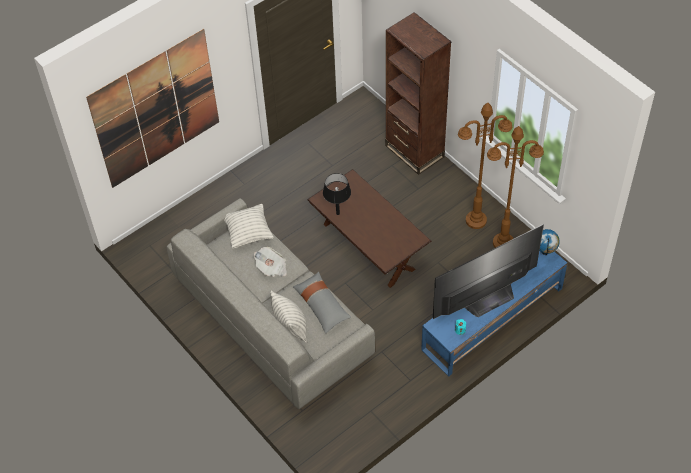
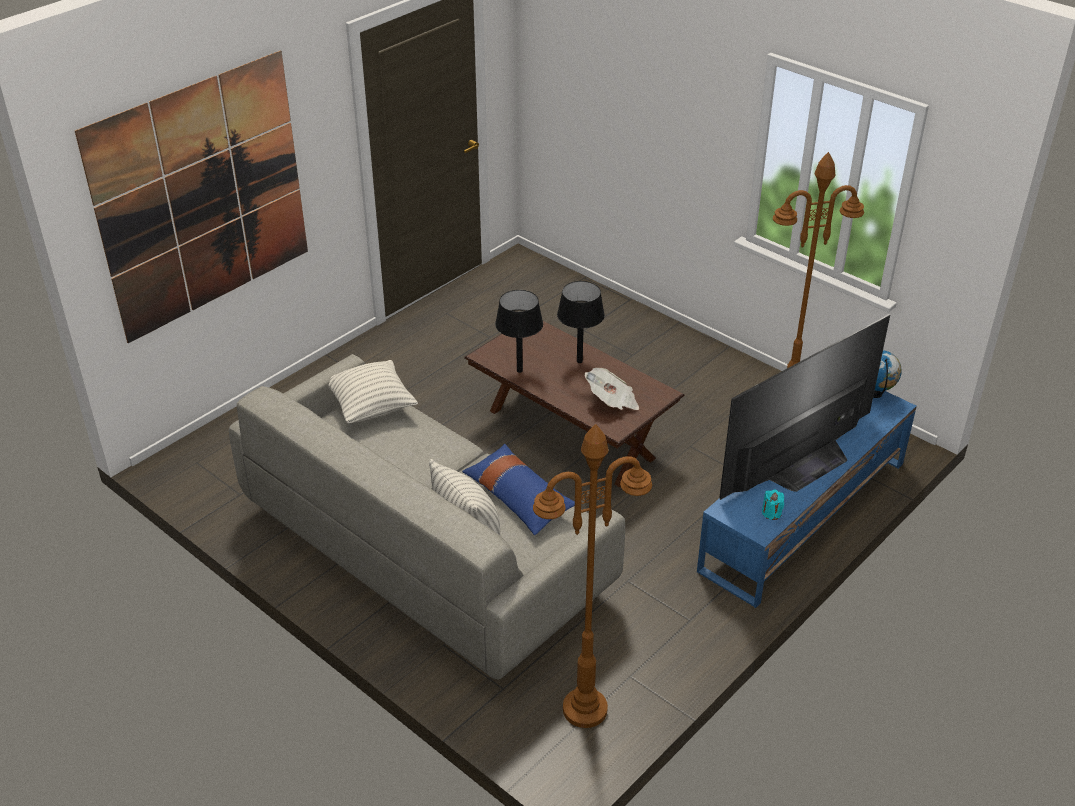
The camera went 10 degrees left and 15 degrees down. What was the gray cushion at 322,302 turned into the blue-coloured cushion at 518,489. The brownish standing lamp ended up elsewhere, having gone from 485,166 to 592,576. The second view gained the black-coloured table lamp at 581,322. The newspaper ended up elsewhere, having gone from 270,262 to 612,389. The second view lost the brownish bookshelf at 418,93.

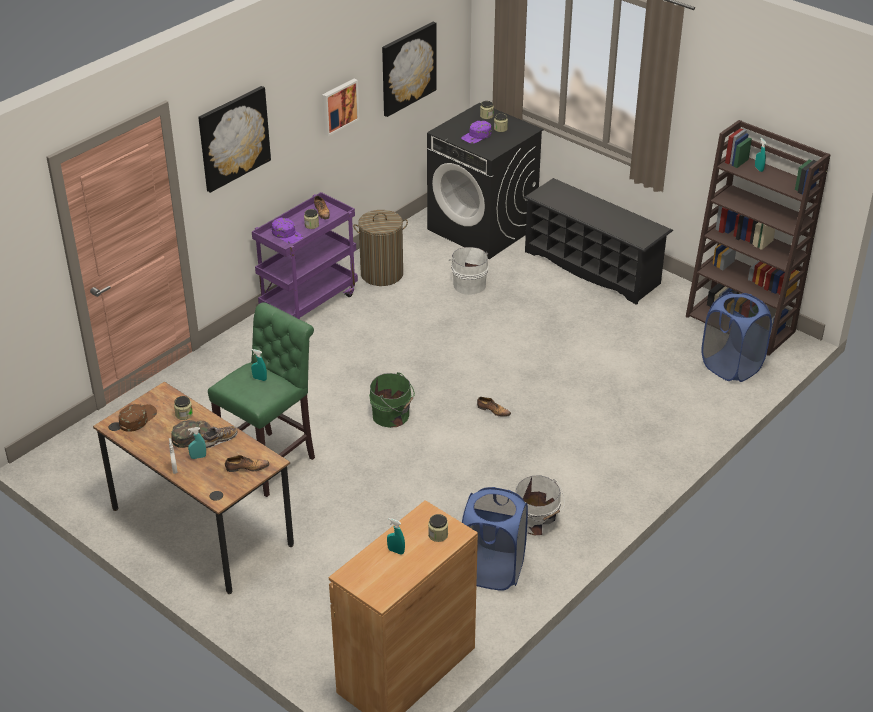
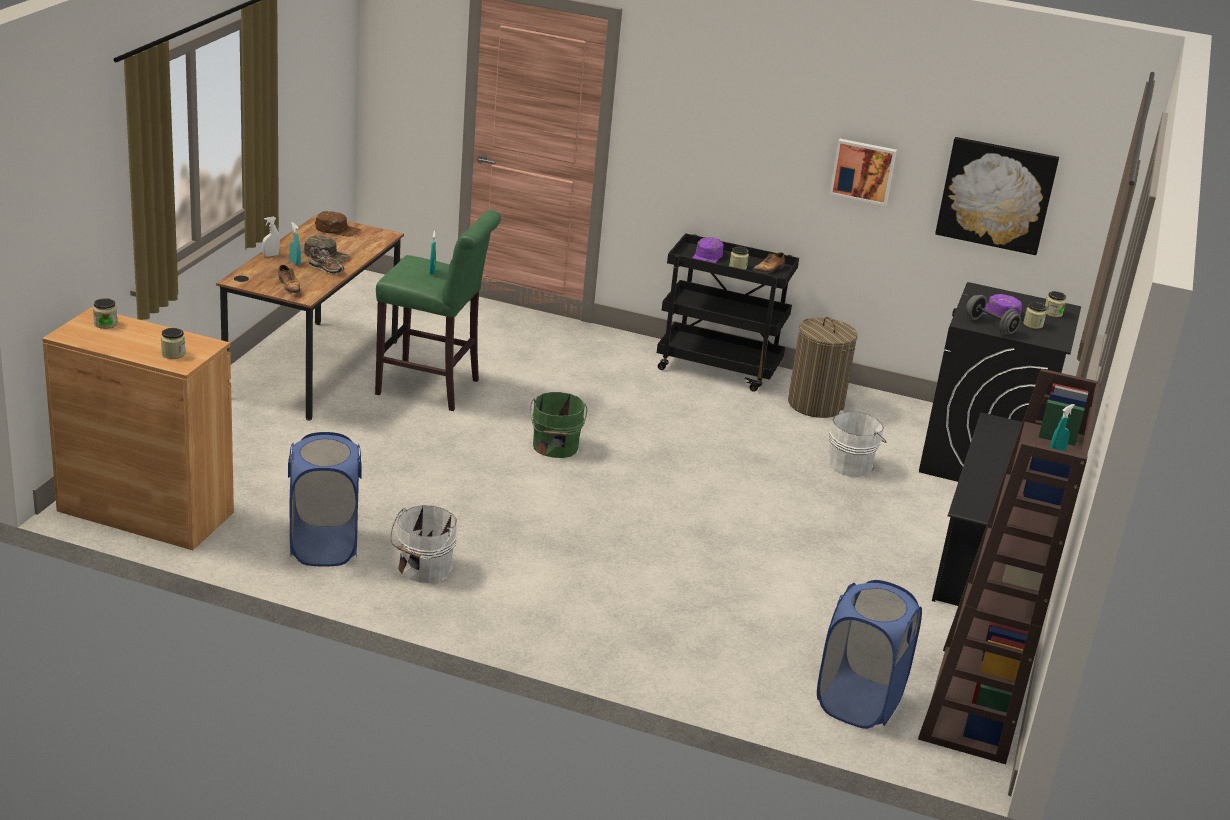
The camera went 65 degrees right and 10 degrees down. The storage jar ended up elsewhere, having gone from 183,408 to 105,313. What was the purplish wheeled cart at 305,255 turned into the black-coloured wheeled cart at 728,312. The second view gained the gray dumbbell at 993,315. The second view lost the wall picture at 234,139. The second view lost the blue-green hand sprayer at 396,536. The second view lost the shoe at 494,407.

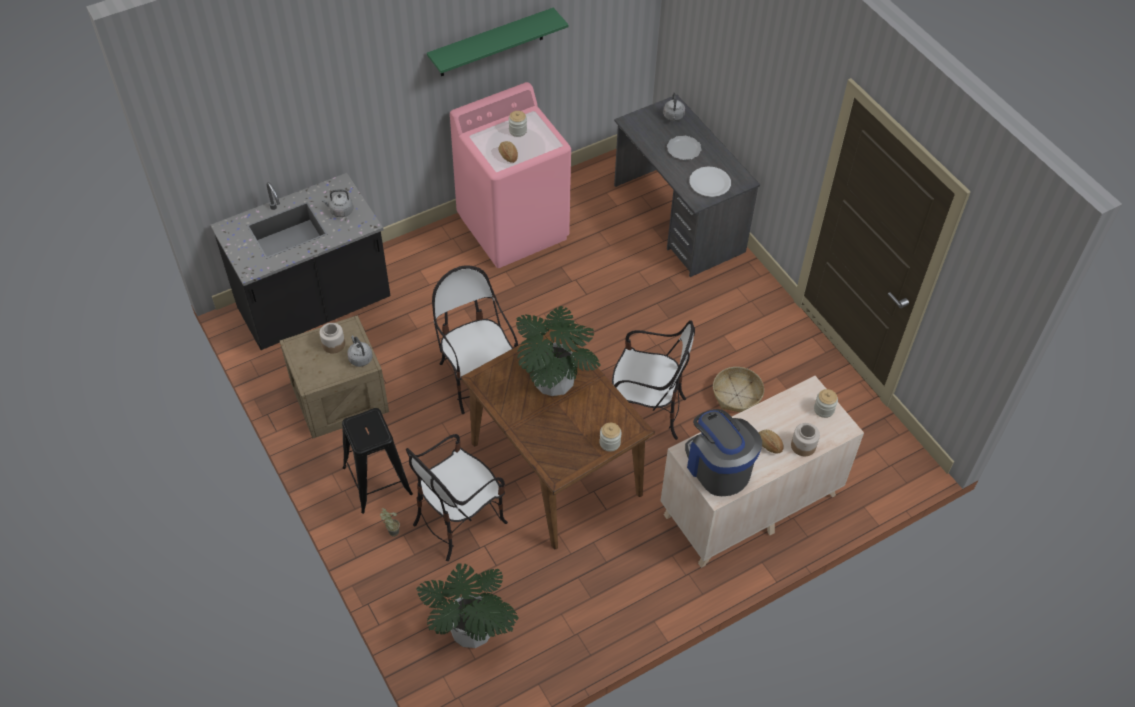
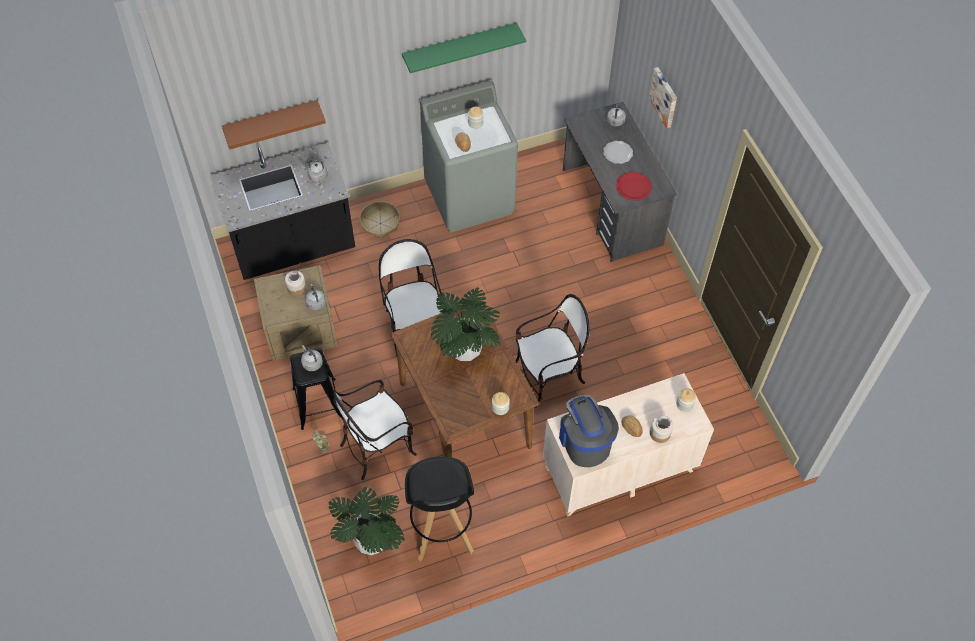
The camera went 10 degrees right and 5 degrees up. The second view gained the brownish shelf at 274,124. The second view gained the gray kettle at 312,358. The household basket ended up elsewhere, having gone from 738,389 to 380,220. The second view gained the black-coloured stool seat at 439,508. What was the pink laundry machine at 510,175 turned into the gray laundry machine at 469,157. The upright chair at 653,380 ended up facing another way, 45 degrees counterclockwise from before. What was the whitish flat dish at 710,181 turned into the reddish flat dish at 634,186. The second view gained the wall picture at 663,97.

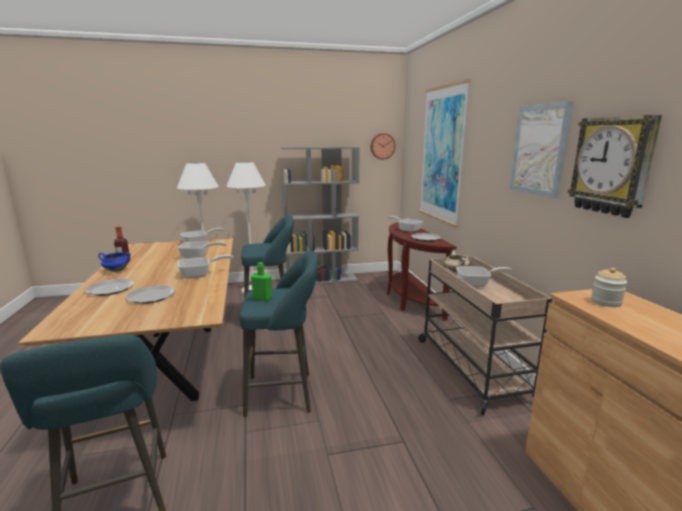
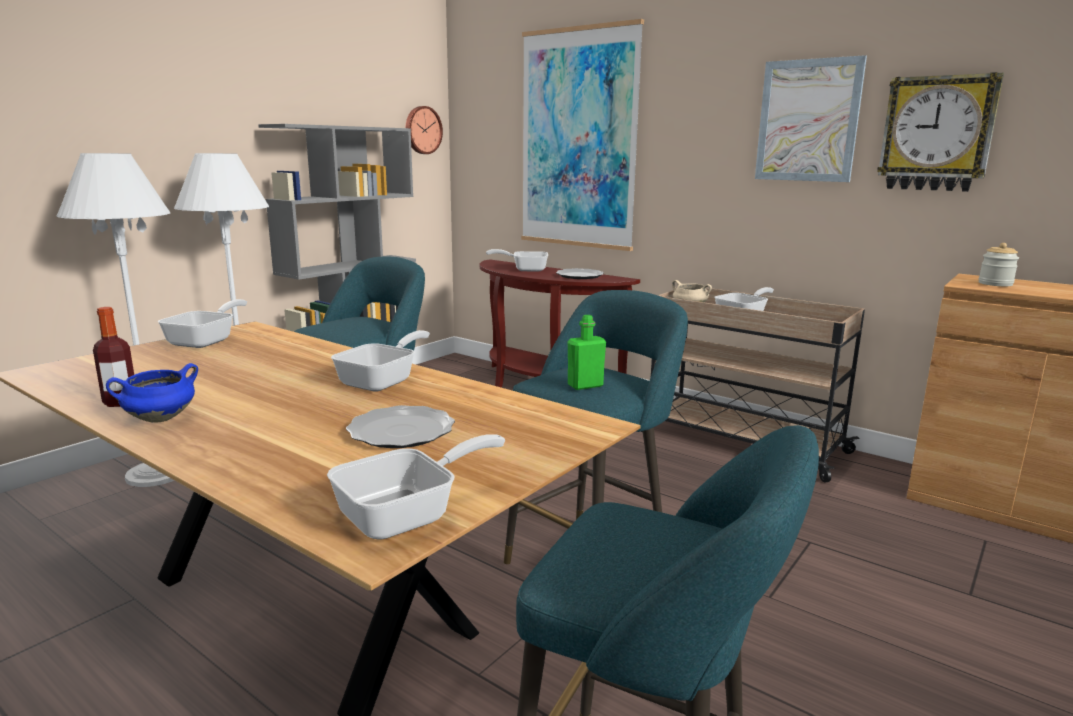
The camera went 40 degrees left and 0 degrees up. The pan ended up elsewhere, having gone from 202,249 to 416,487. The second view lost the flat dish at 110,287.

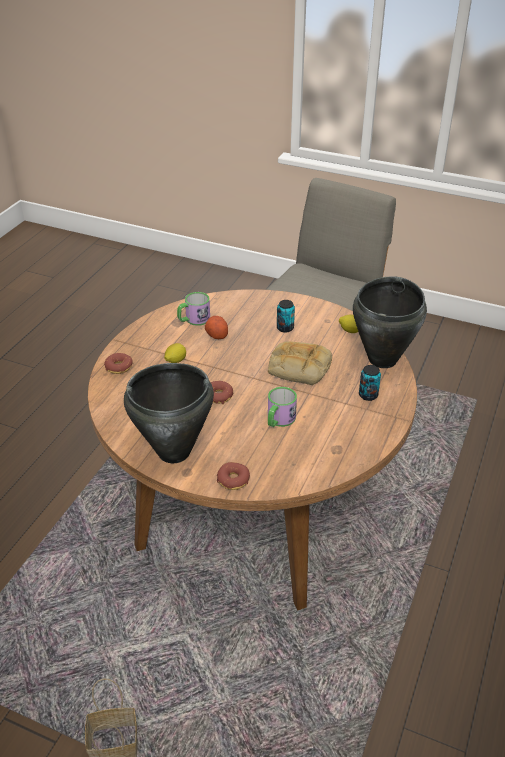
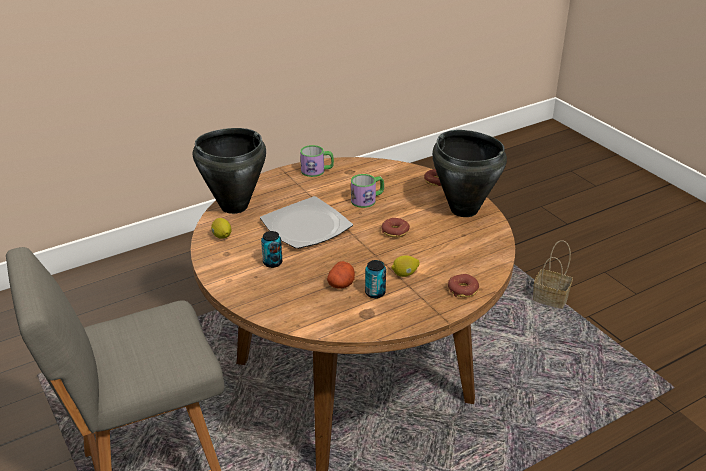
The camera went 145 degrees left and 5 degrees down. Where the bakery bread stood at 300,363, the flat dish came to stand at 306,222. The coffee mug ended up elsewhere, having gone from 193,309 to 317,161. The metal can ended up elsewhere, having gone from 370,383 to 375,279.

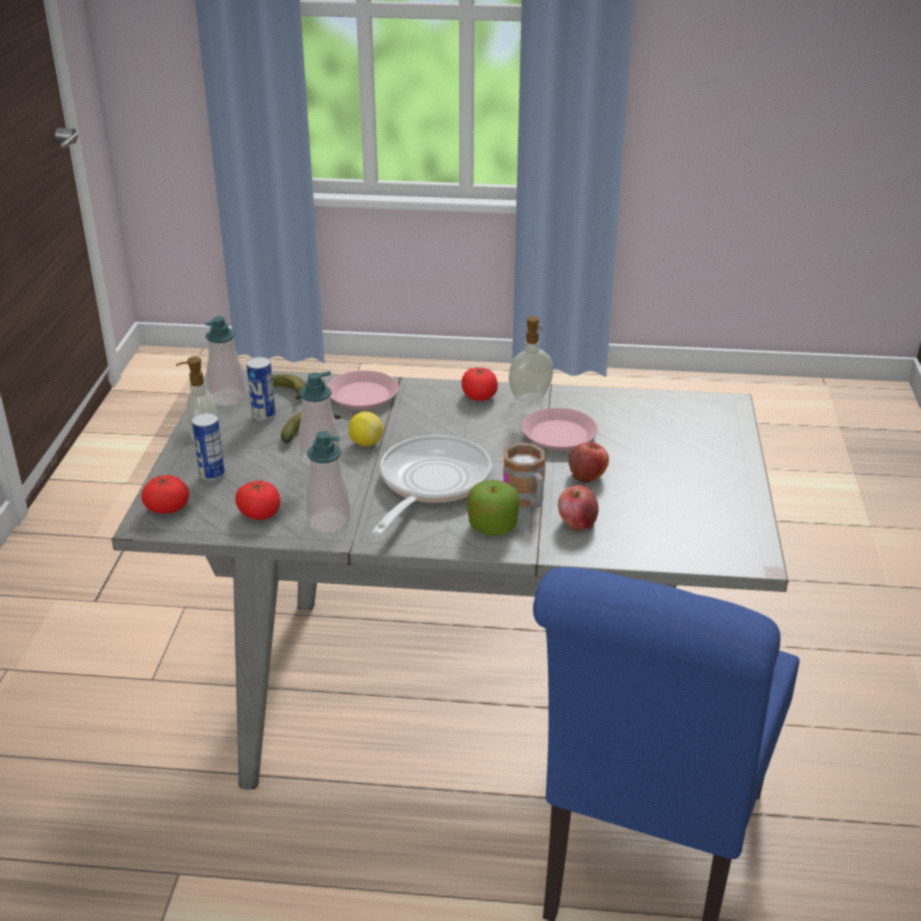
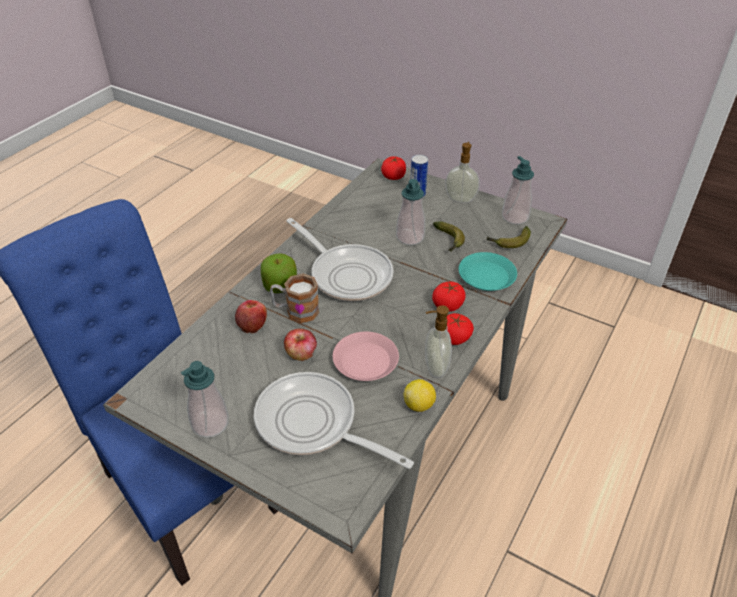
The camera went 115 degrees right and 10 degrees up. The liquid soap bottle ended up elsewhere, having gone from 328,482 to 205,399. The second view gained the pan at 334,420. The lemon ended up elsewhere, having gone from 366,429 to 420,395. The whole tomato ended up elsewhere, having gone from 257,500 to 449,297. What was the pink flat dish at 362,390 turned into the blue-green flat dish at 488,271. The second view lost the metal can at 261,389.

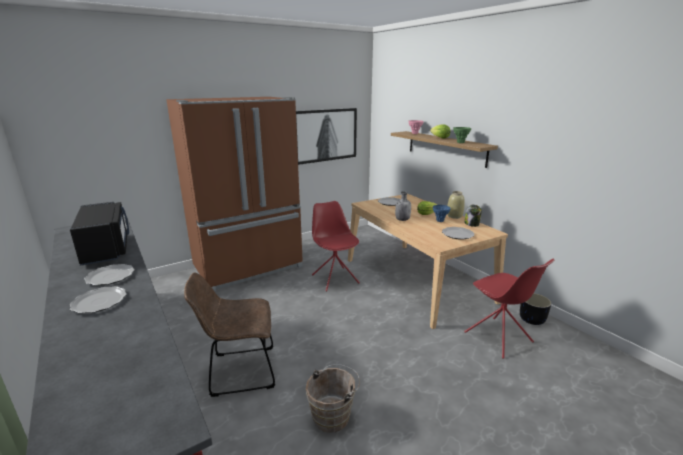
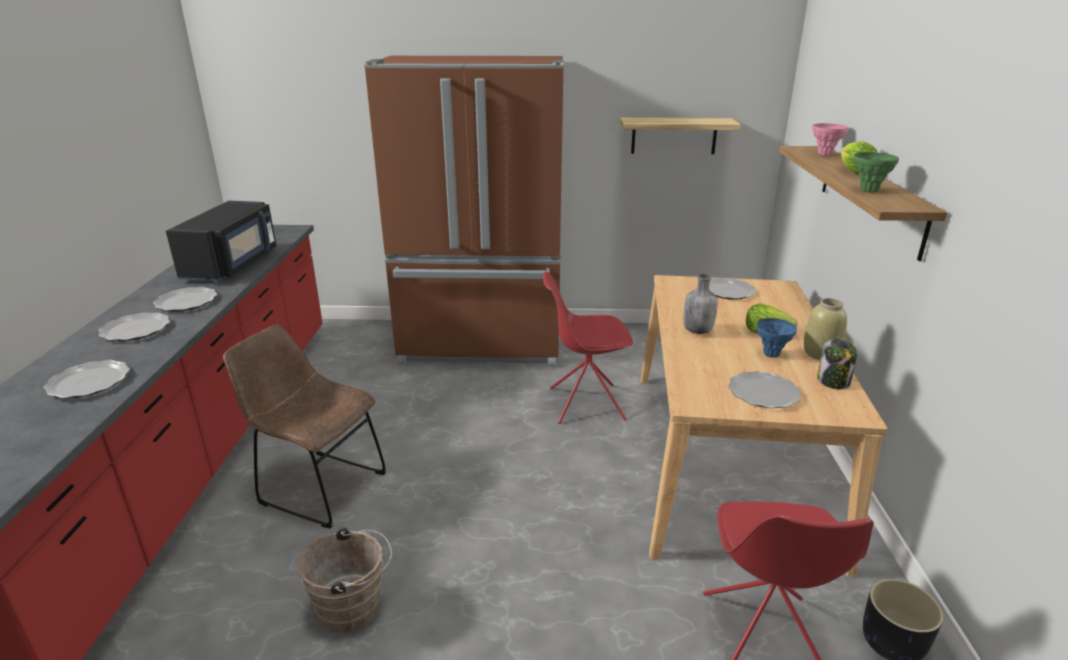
The camera went 35 degrees right and 5 degrees up. The second view gained the flat dish at 87,379. The reddish upright chair at 336,246 ended up facing another way, 105 degrees counterclockwise from before. Where the wall picture hung at 326,136, the shelf came to hang at 680,136.

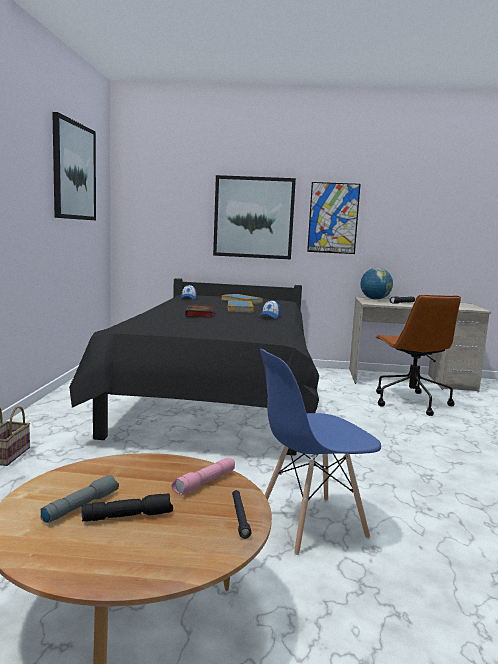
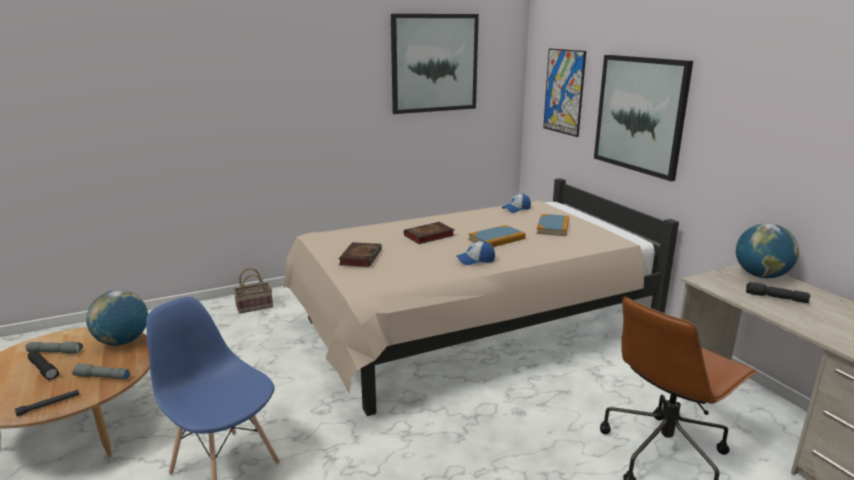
The camera went 60 degrees right and 10 degrees up. What was the pink hand torch at 203,476 turned into the gray hand torch at 101,372. The second view gained the world globe at 117,318. What was the black-coloured bedroom bed at 194,367 turned into the beige-coloured bedroom bed at 481,297. The second view gained the volume at 360,254. The wall picture ended up elsewhere, having gone from 334,218 to 564,93.

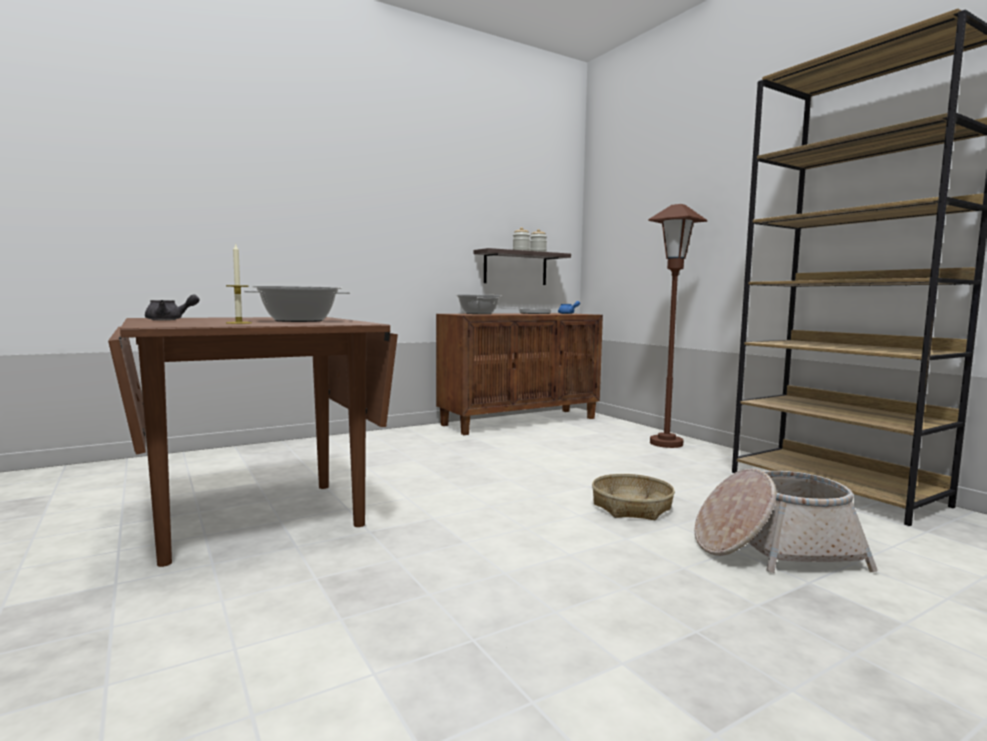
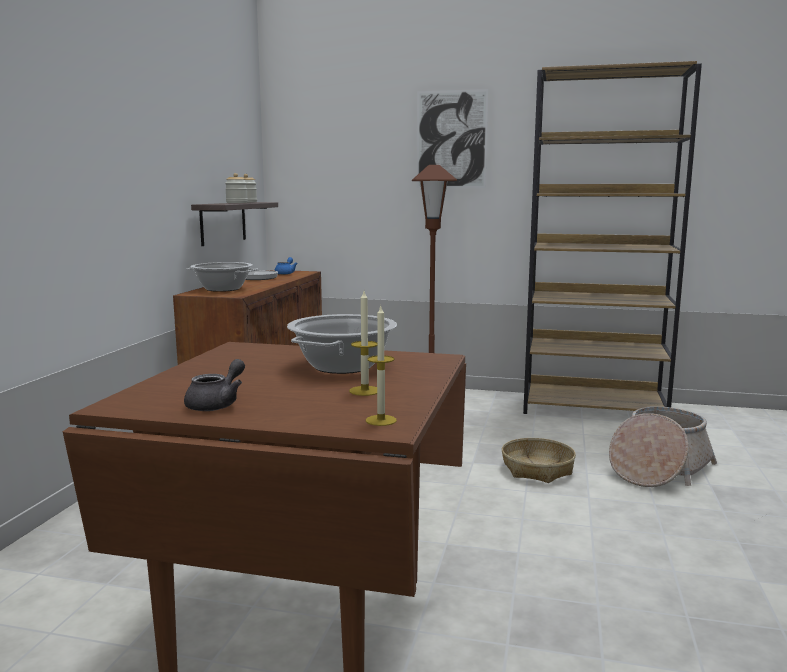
The camera went 45 degrees left and 5 degrees up. The second view gained the wax light at 381,366. The second view gained the wall picture at 452,138.

